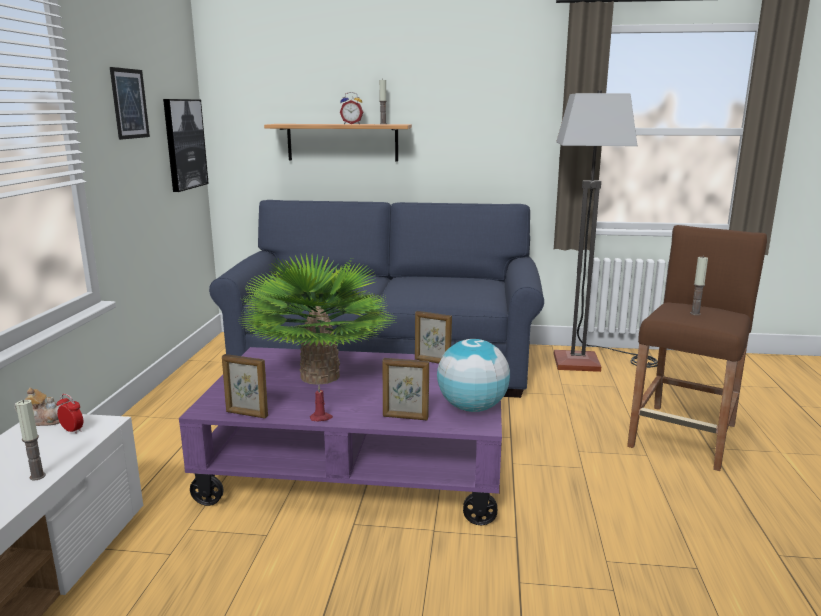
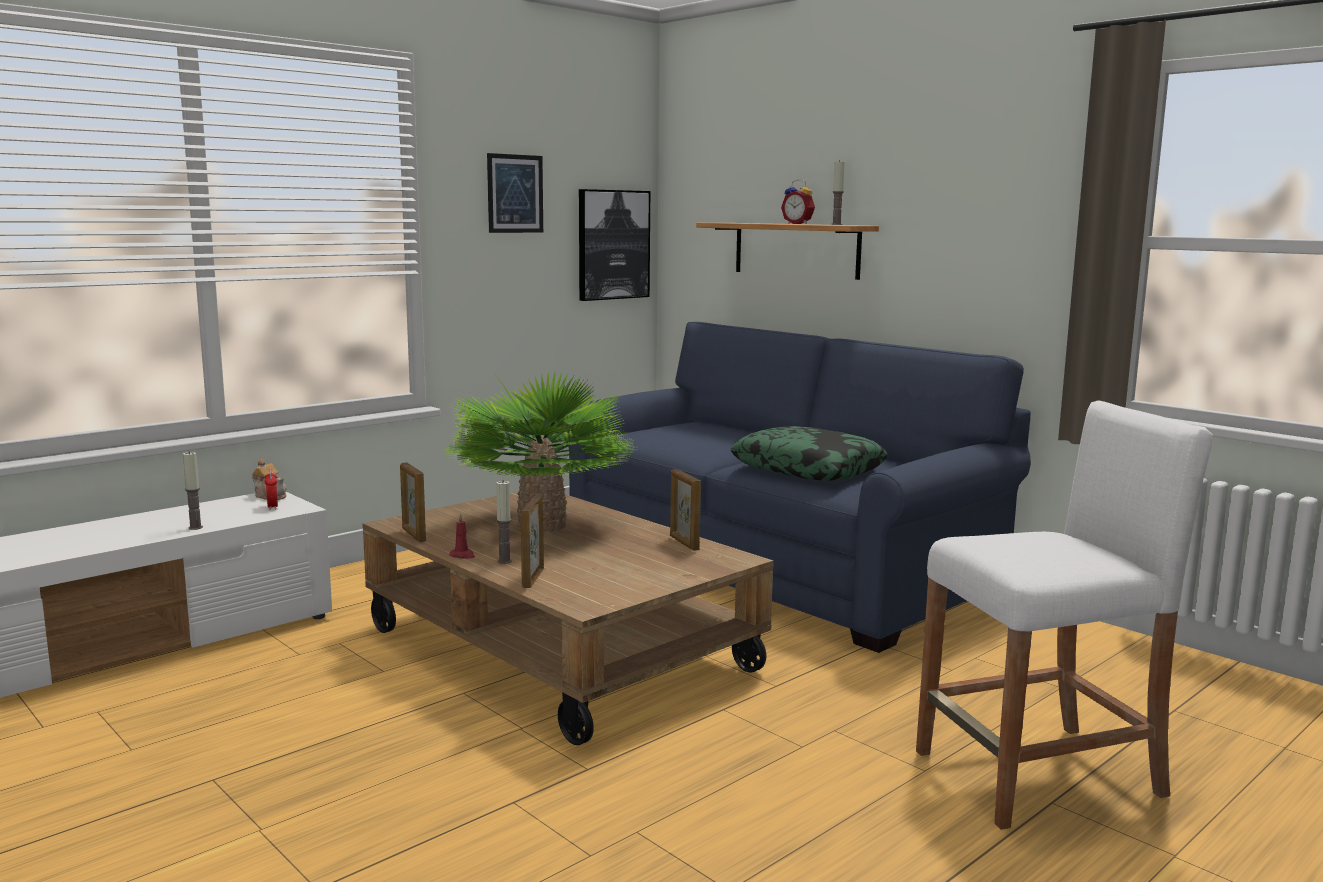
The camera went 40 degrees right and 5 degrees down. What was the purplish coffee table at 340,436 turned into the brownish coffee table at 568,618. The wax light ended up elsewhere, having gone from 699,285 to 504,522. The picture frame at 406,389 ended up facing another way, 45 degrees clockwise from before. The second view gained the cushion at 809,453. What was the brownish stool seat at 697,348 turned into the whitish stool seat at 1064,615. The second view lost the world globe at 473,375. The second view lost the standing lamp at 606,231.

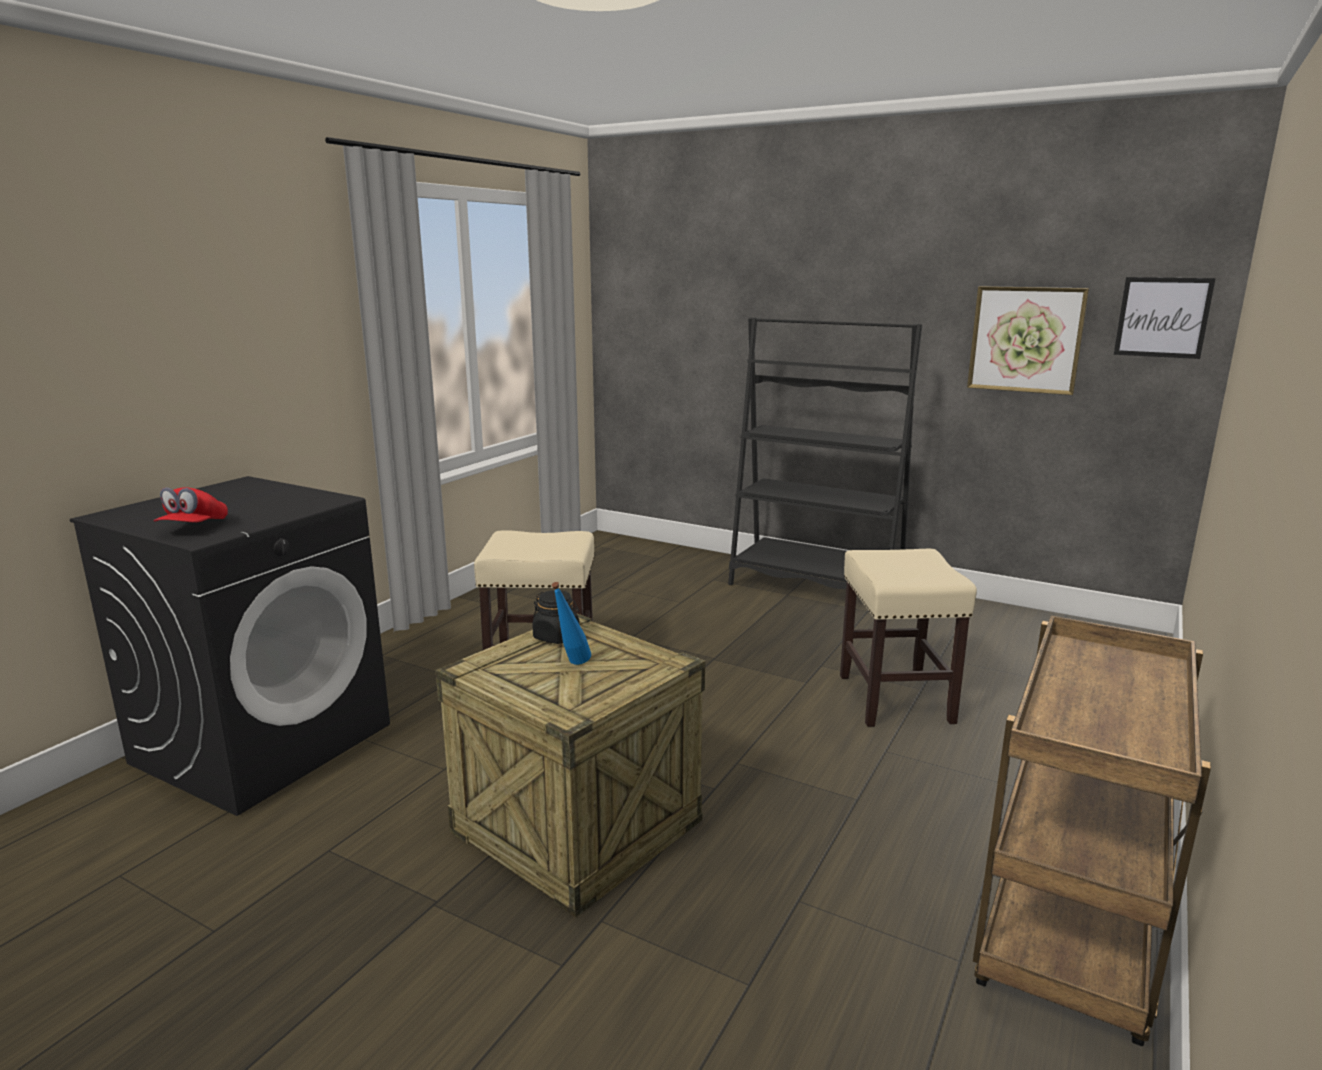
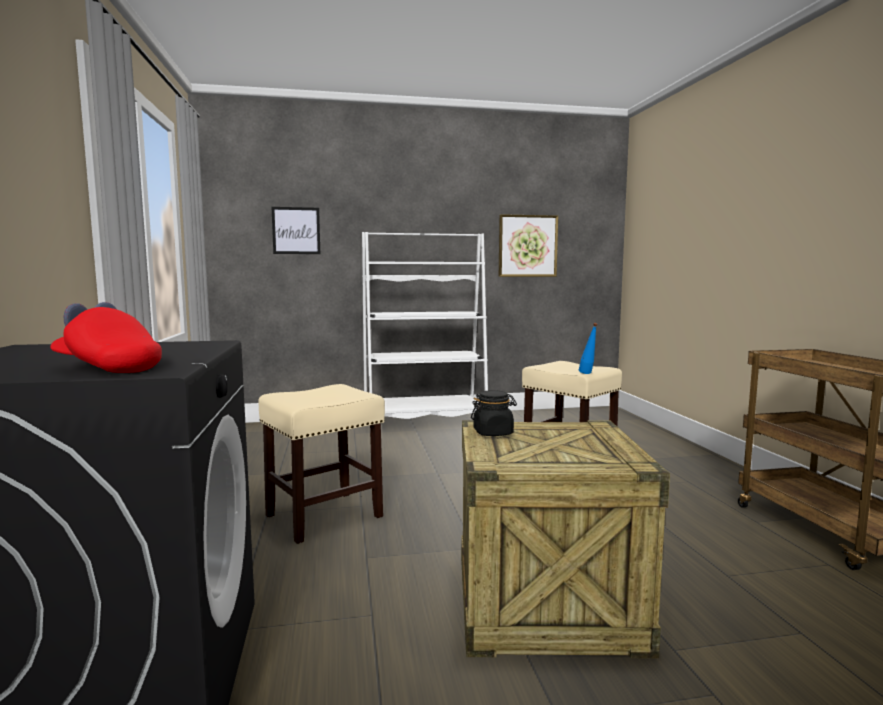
The camera went 40 degrees left and 10 degrees down. The reddish baseball cap at 190,505 ended up facing another way, 150 degrees clockwise from before. The wall picture ended up elsewhere, having gone from 1165,318 to 296,230. What was the black-coloured bookshelf at 825,453 turned into the whitish bookshelf at 425,325. The blue-coloured drink bottle ended up elsewhere, having gone from 571,623 to 588,348.

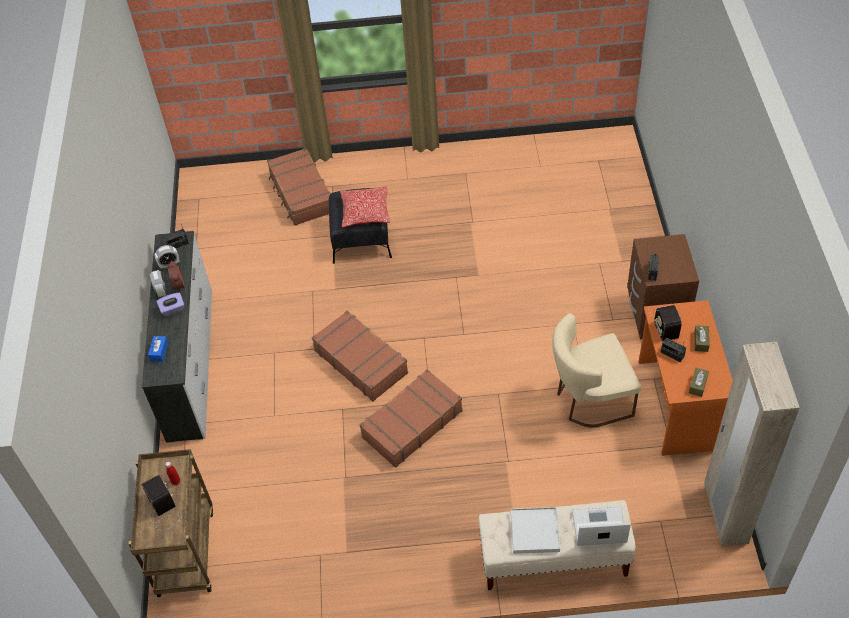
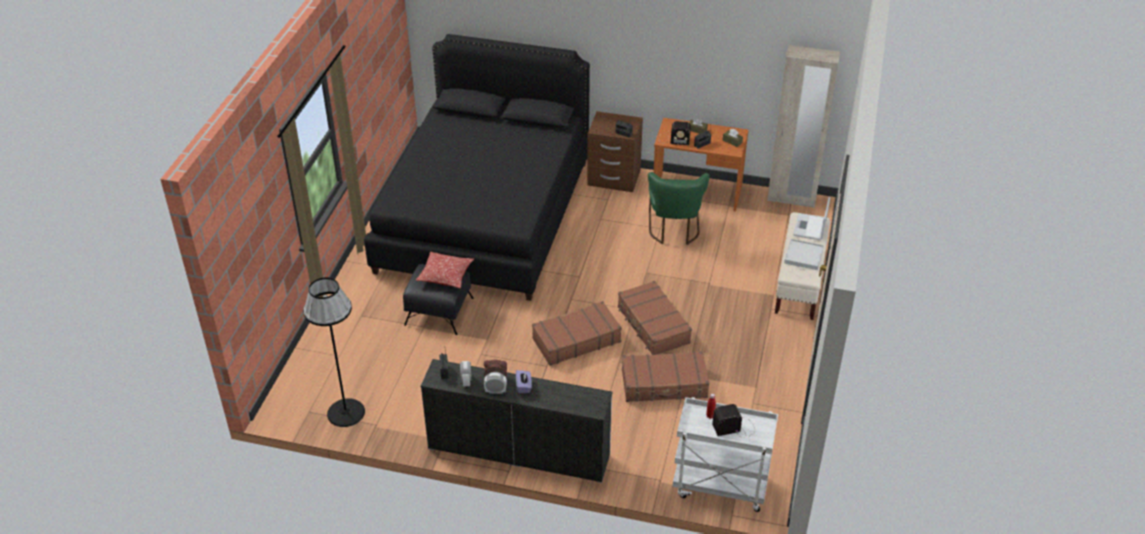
The camera went 75 degrees left and 10 degrees down. The second view gained the black-coloured standing lamp at 334,352. The second view gained the black-coloured bedroom bed at 477,167. The brownish piece of luggage ended up elsewhere, having gone from 299,187 to 665,376. What was the beige-coloured upright chair at 596,370 turned into the green-coloured upright chair at 679,208. What was the brownish wheeled cart at 171,523 turned into the whitish wheeled cart at 725,454. The second view lost the blue-coloured tissue holder at 158,349.

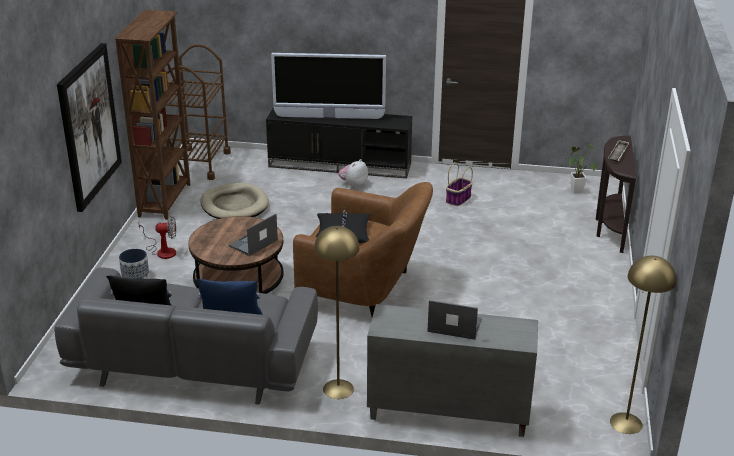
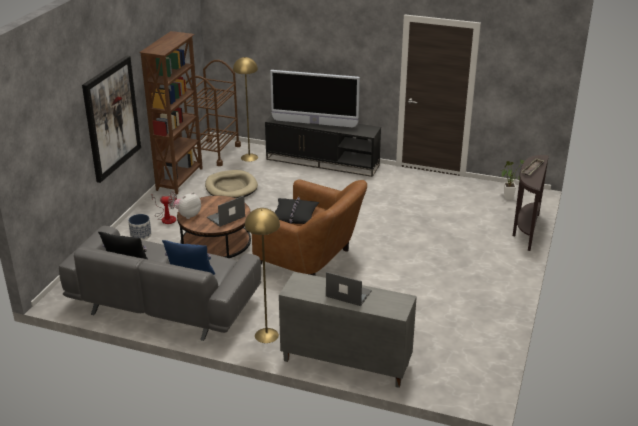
The camera went 10 degrees right and 0 degrees up. The cuddly toy ended up elsewhere, having gone from 353,174 to 187,205. The yellow standing lamp ended up elsewhere, having gone from 643,345 to 245,109. The second view lost the household basket at 459,184.

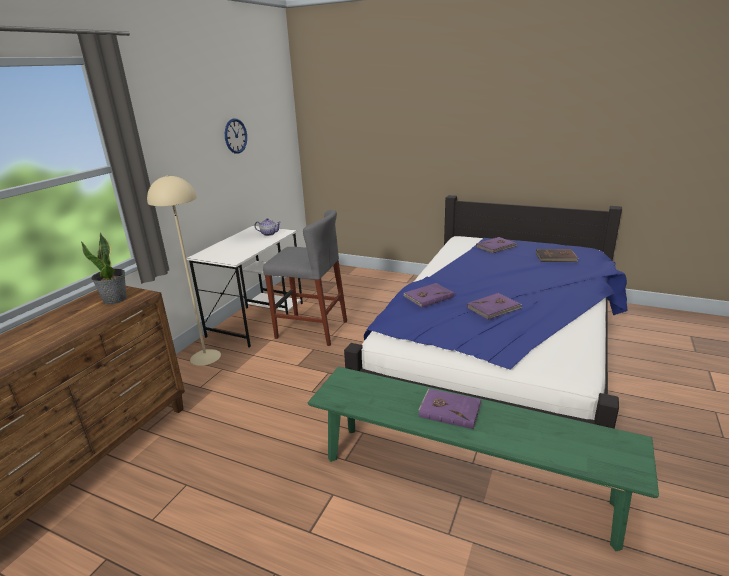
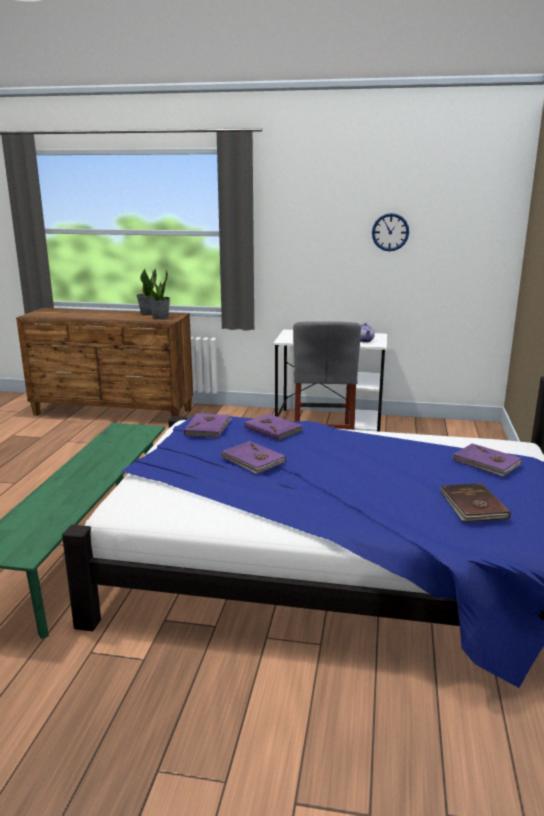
The camera went 75 degrees right and 5 degrees down. The second view gained the plant in a pot at 146,291. The purplish volume ended up elsewhere, having gone from 450,409 to 208,425. The second view lost the beige-coloured standing lamp at 184,270.

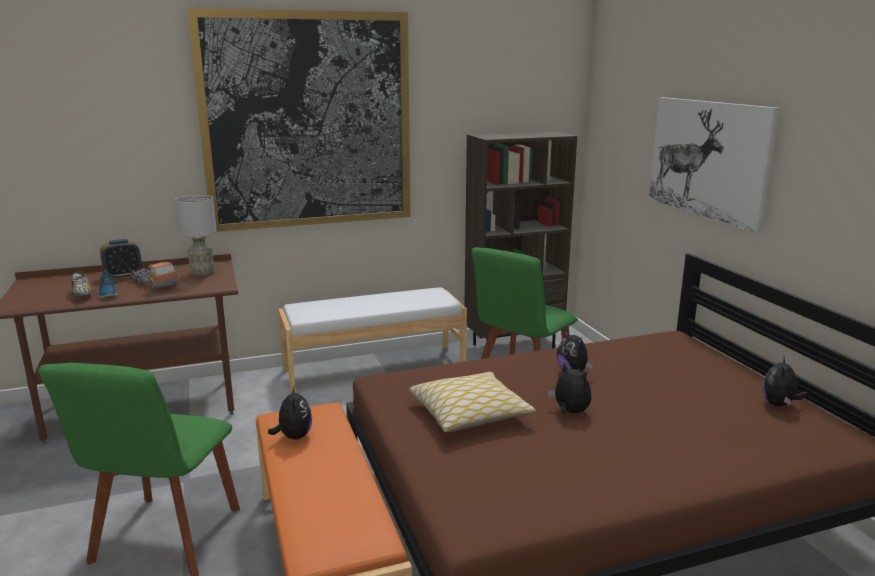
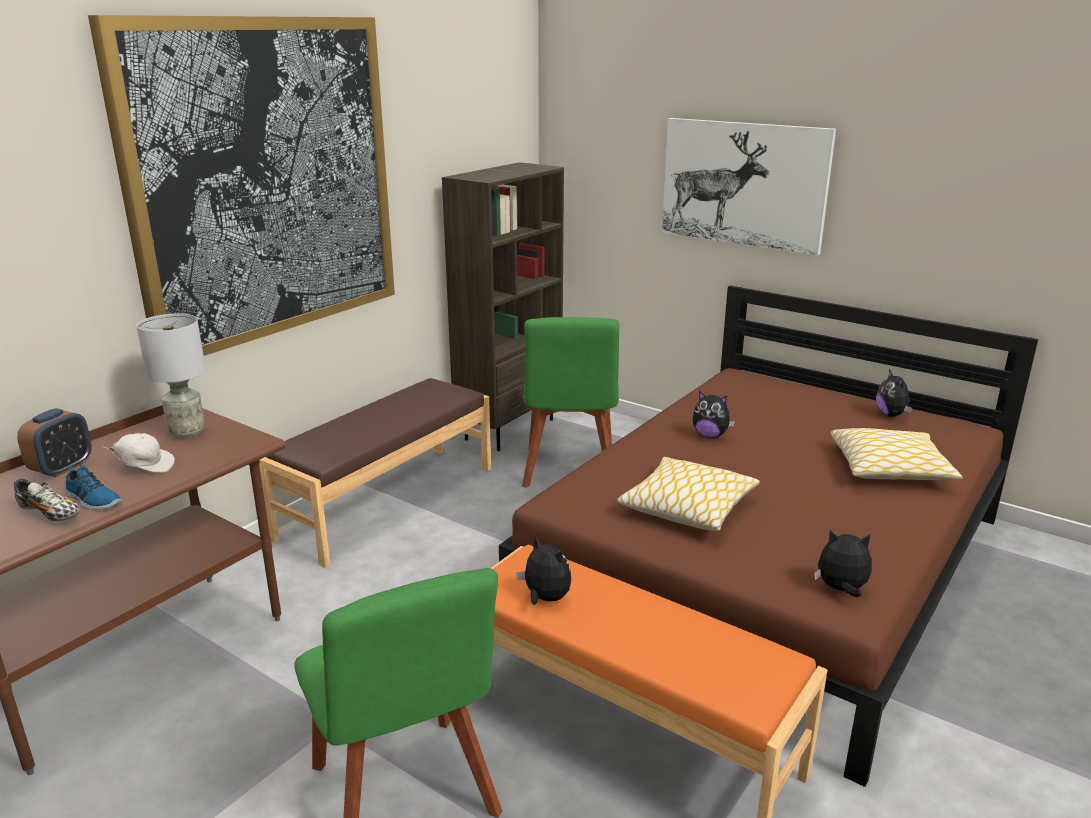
The camera went 35 degrees left and 5 degrees up. Where the model truck stood at 155,276, the whitish baseball cap came to stand at 138,453. What was the whitish indoor bench at 372,340 turned into the brownish indoor bench at 375,473. The cuddly toy ended up elsewhere, having gone from 569,388 to 843,563. The second view gained the cushion at 897,454.

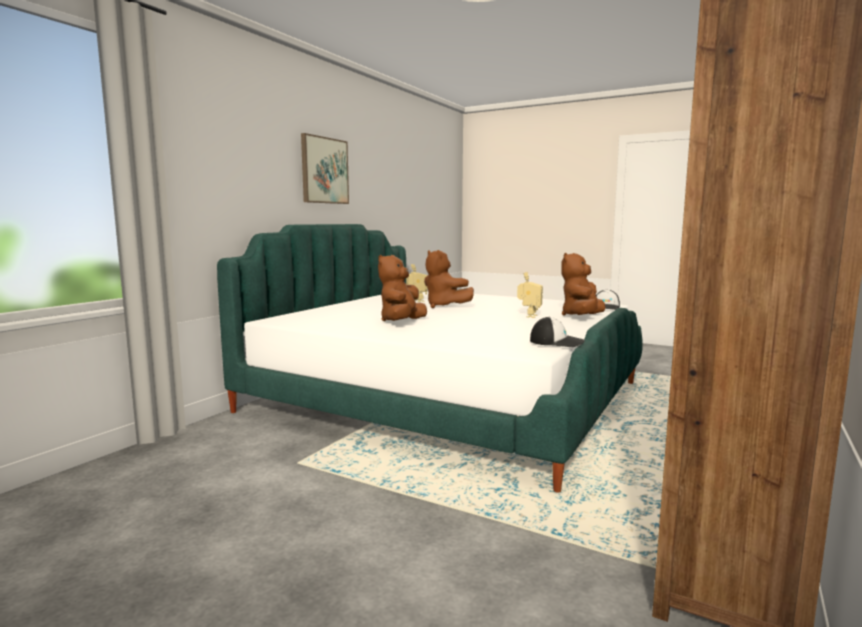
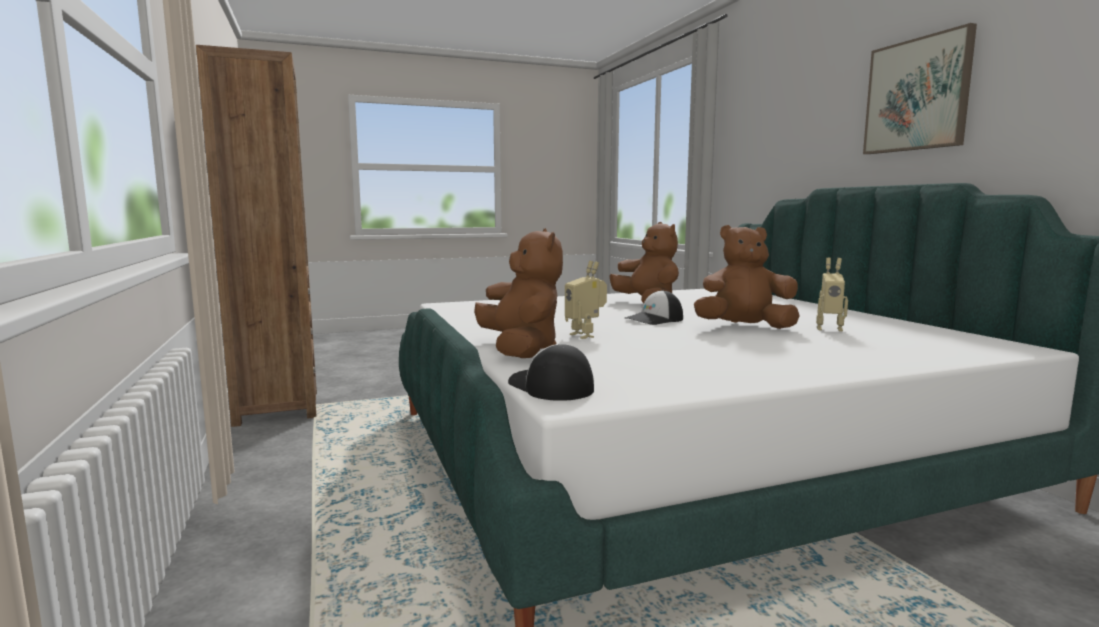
The camera went 130 degrees right and 0 degrees up. The baseball cap ended up elsewhere, having gone from 557,332 to 654,307.

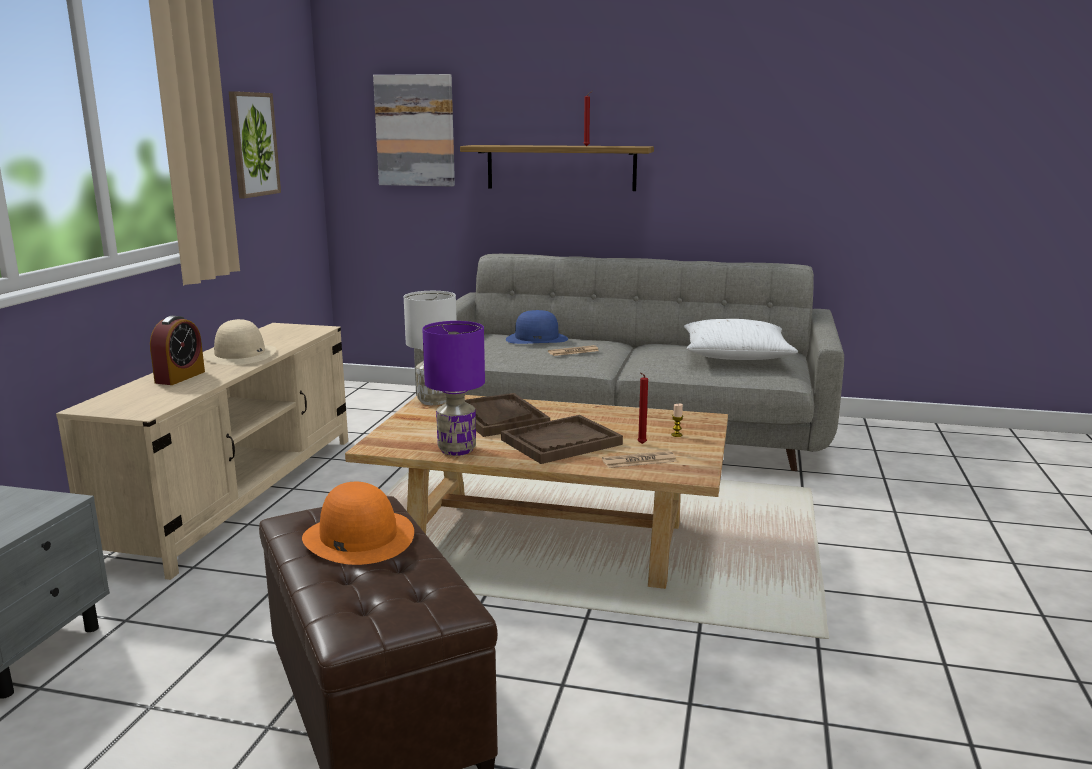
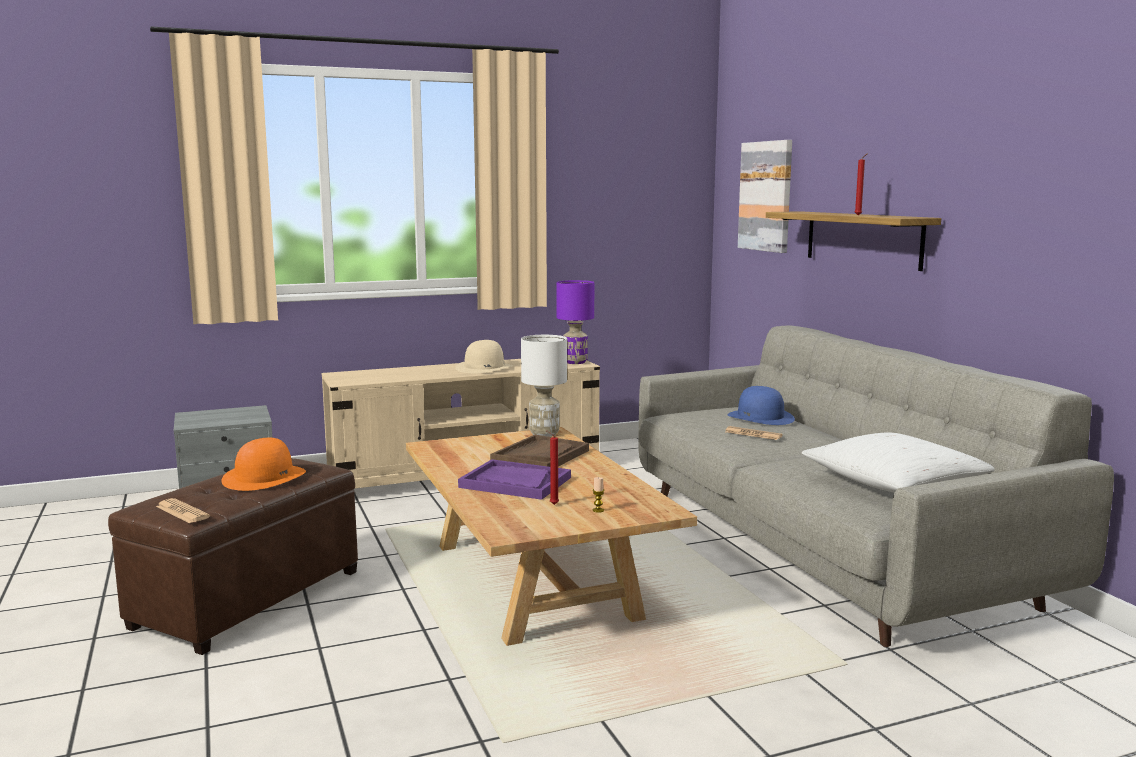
The camera went 55 degrees right and 5 degrees down. The newspaper ended up elsewhere, having gone from 639,459 to 183,510. What was the brownish tray at 562,439 turned into the purplish tray at 514,479. The purplish table lamp ended up elsewhere, having gone from 454,388 to 575,322. The second view lost the bedside clock at 177,350. The second view lost the wall picture at 255,144.

